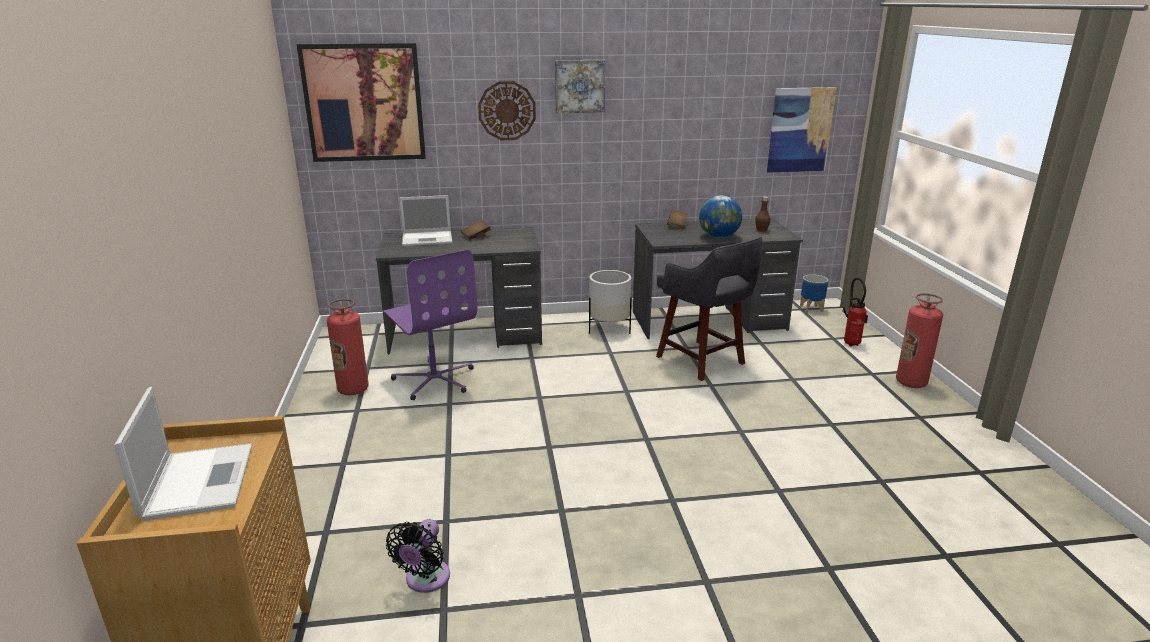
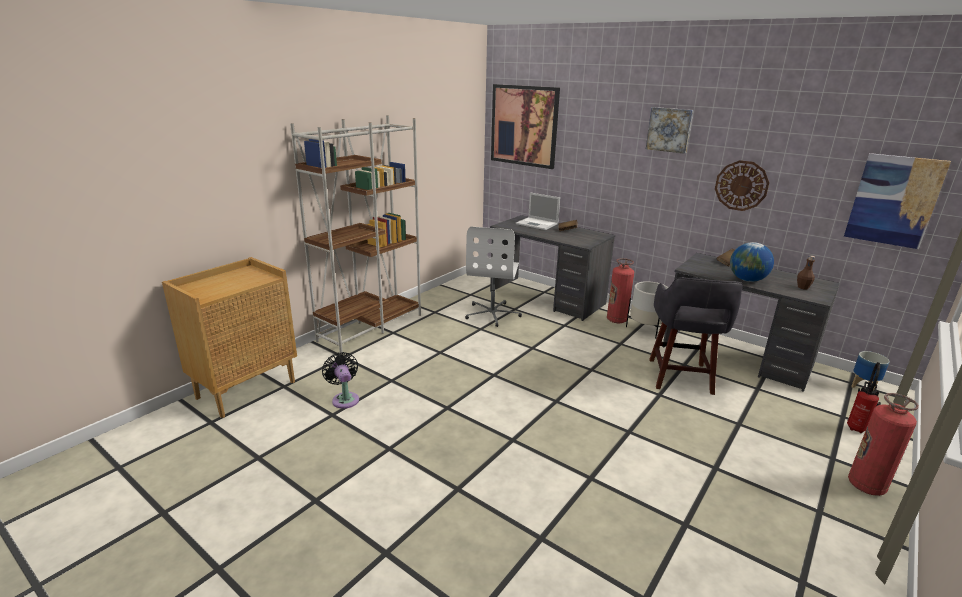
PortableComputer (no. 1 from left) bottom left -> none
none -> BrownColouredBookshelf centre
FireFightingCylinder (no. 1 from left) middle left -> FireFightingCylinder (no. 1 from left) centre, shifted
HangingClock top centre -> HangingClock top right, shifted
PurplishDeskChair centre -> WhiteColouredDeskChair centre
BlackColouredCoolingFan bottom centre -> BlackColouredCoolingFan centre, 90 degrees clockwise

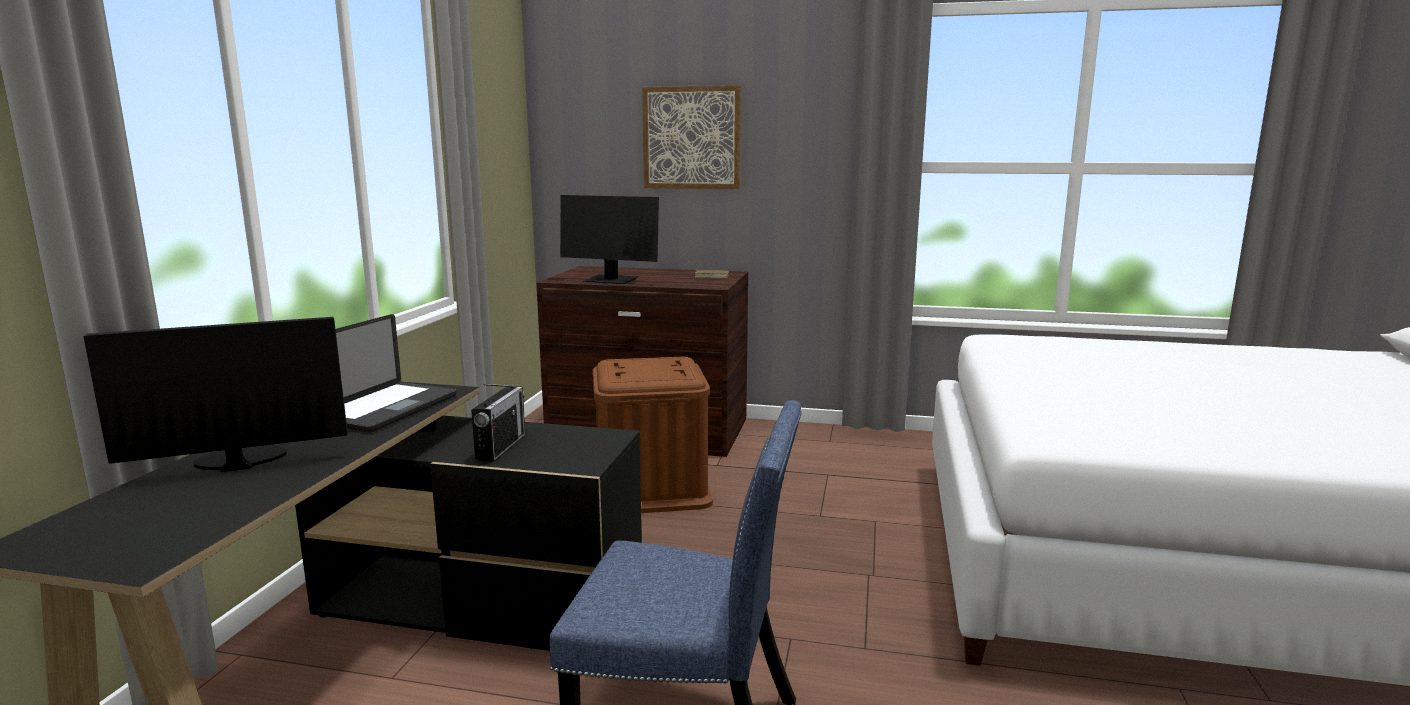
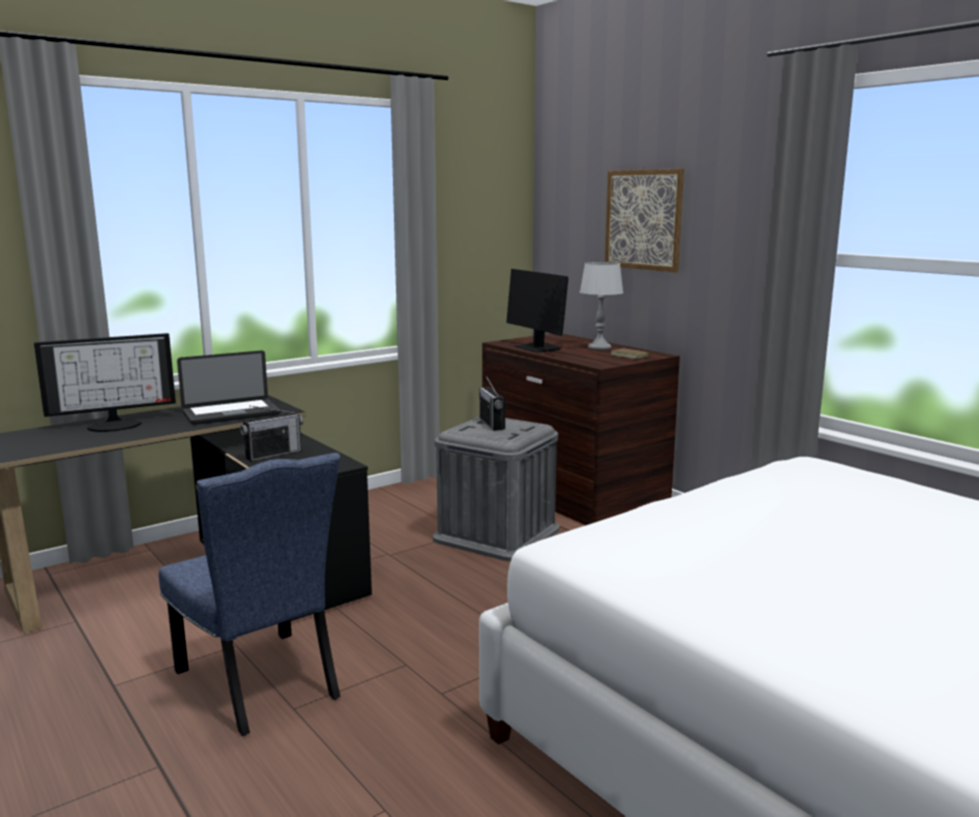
none -> RadioSet (no. 2 from left) centre
none -> GreyishLampForATable centre
BrownColouredStorageBox centre -> GreyishStorageBox centre
Monitor (no. 1 from left) middle left, 135 degrees clockwise

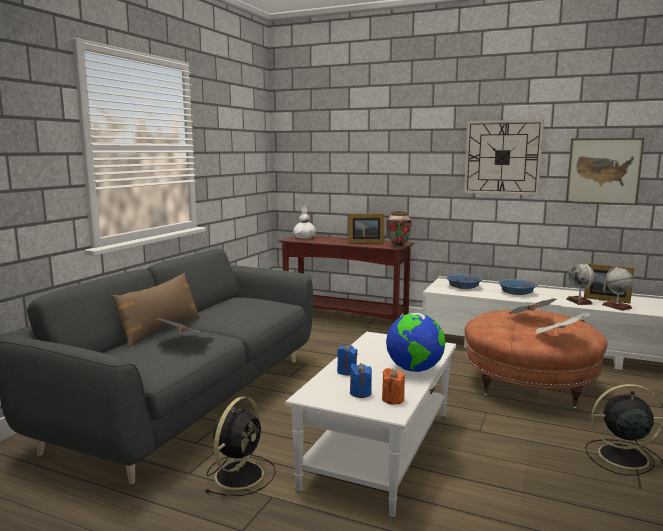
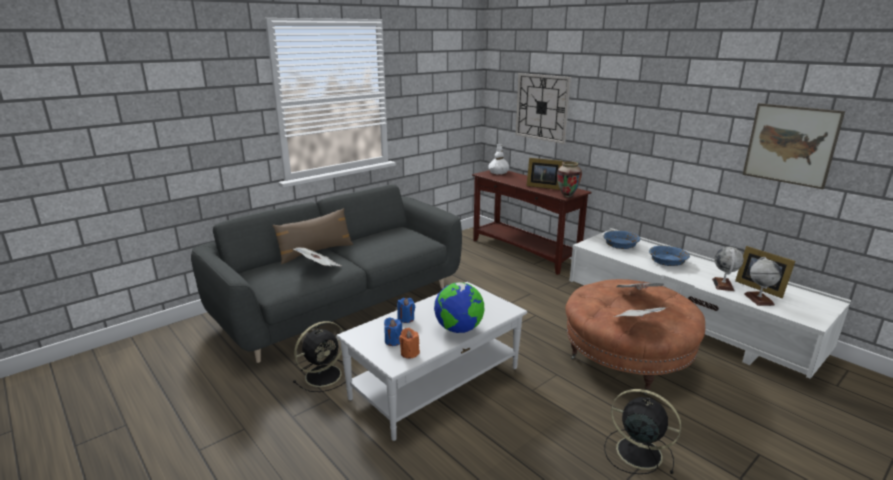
HangingClock top right -> HangingClock top centre, shifted

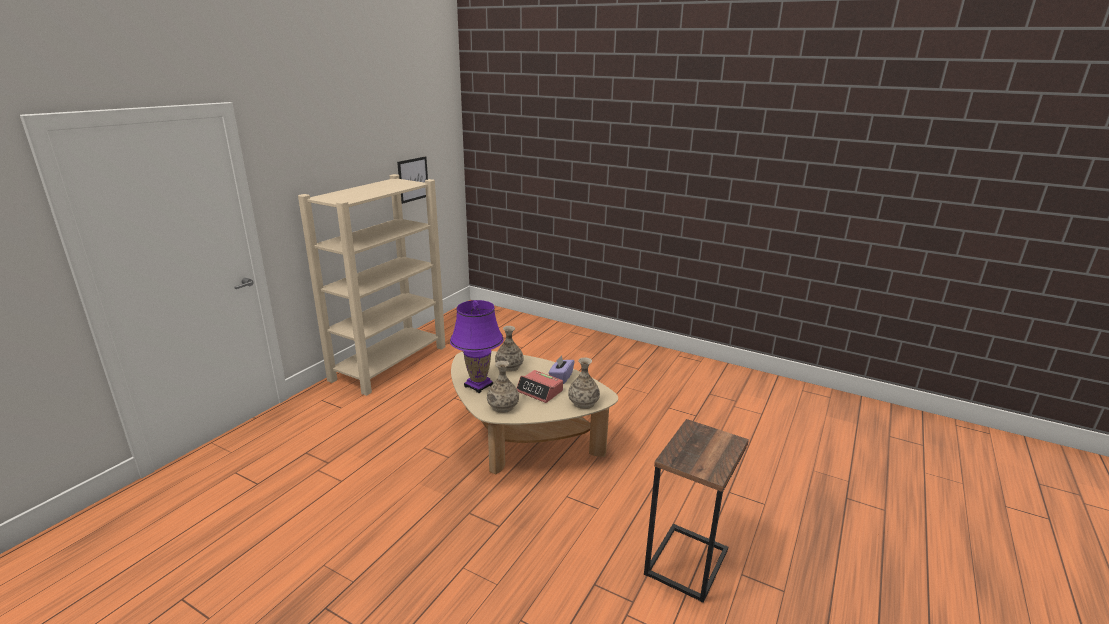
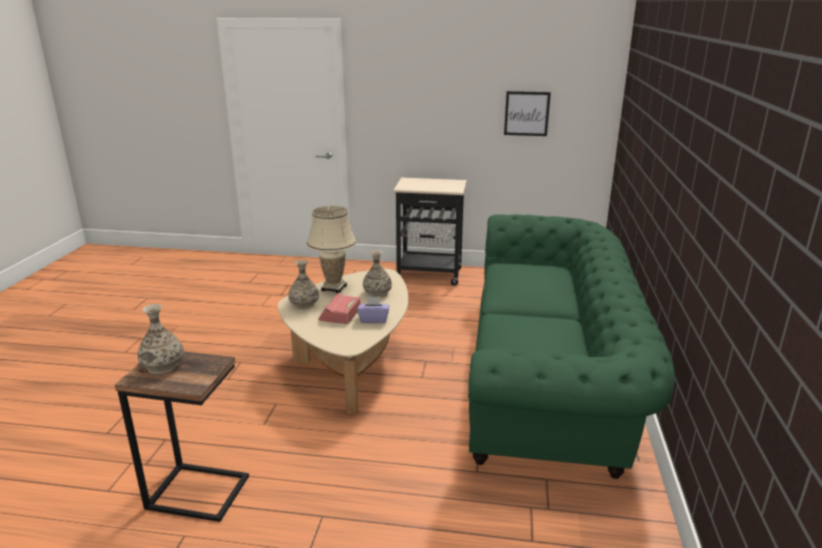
none -> GreenColouredSettee middle right
Vase (no. 3 from left in the first image) centre -> Vase (no. 1 from left) middle left, shifted
SandColouredBookshelf centre -> Cart centre
PurplishLampForATable centre -> SandColouredLampForATable centre

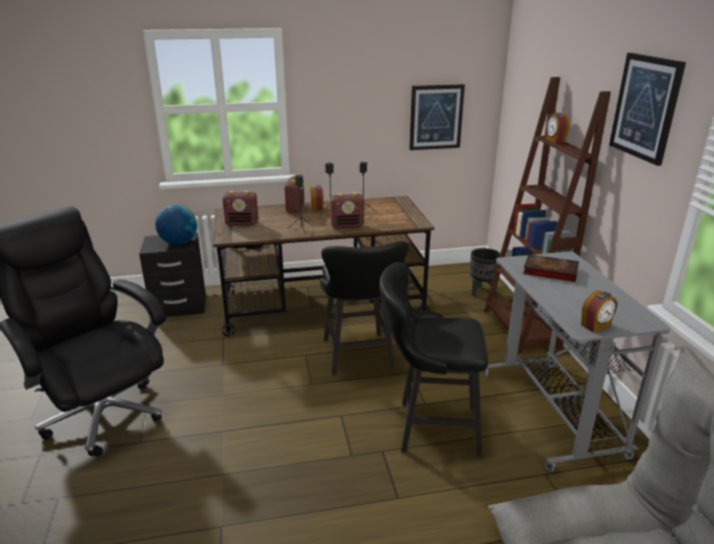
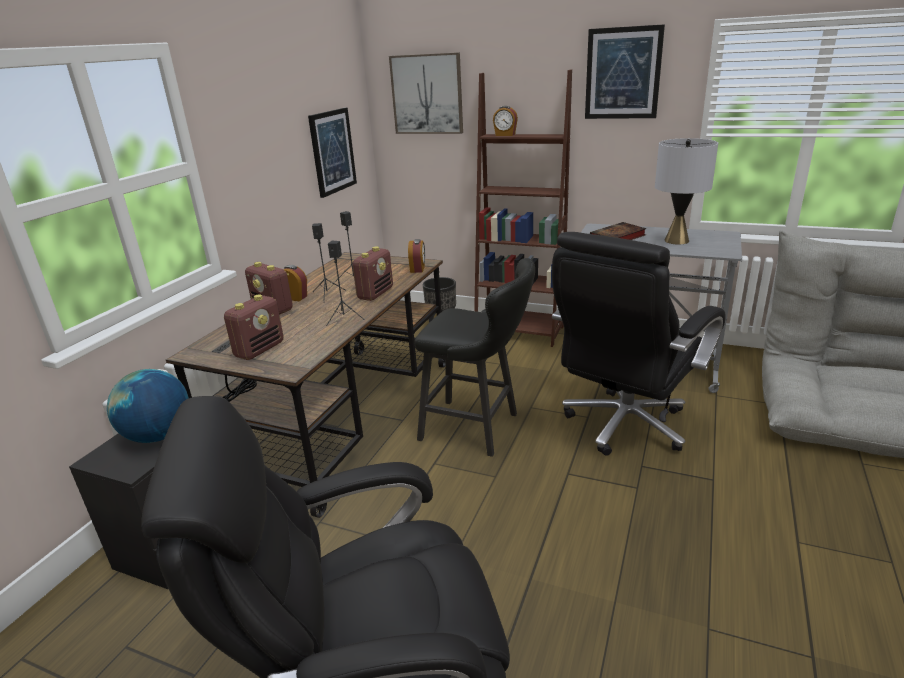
none -> WallPicture (no. 2 from left) top centre
none -> GreyishLampForATable top right
AlarmClock (no. 3 from left in the first image) middle right -> AlarmClock (no. 2 from left) centre, shifted
BlackColouredStoolSeat (no. 2 from left) centre -> BlackColouredDeskChair (no. 2 from left) middle right

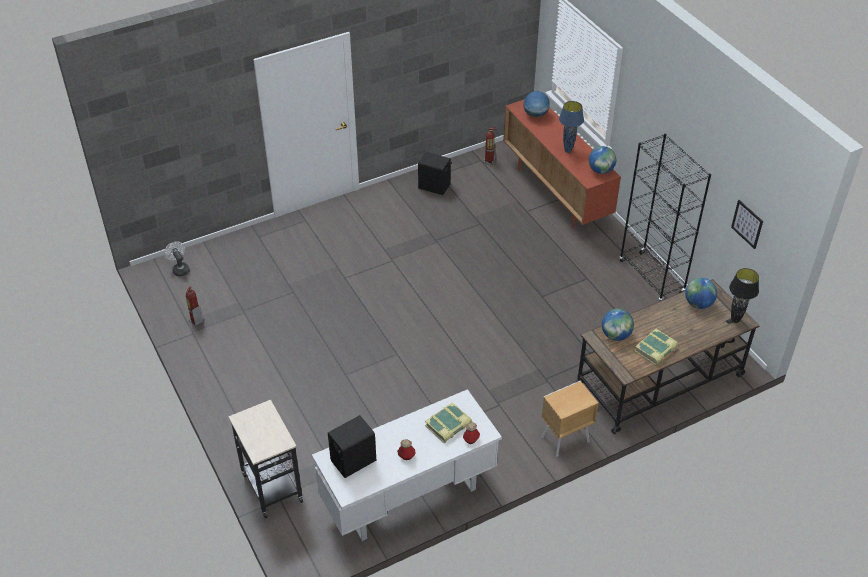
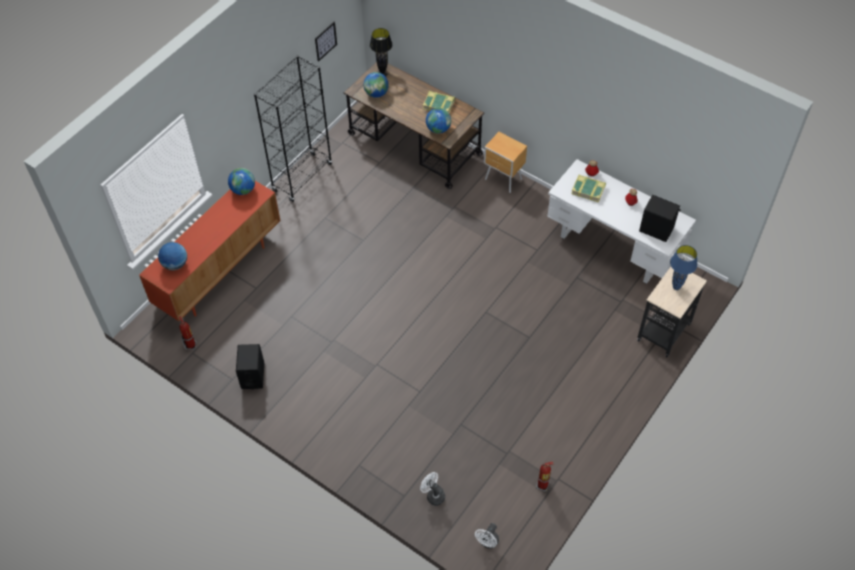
none -> WhiteColouredCoolingFan (no. 1 from left) bottom centre
BluishLampForATable top centre -> BluishLampForATable middle right, shifted

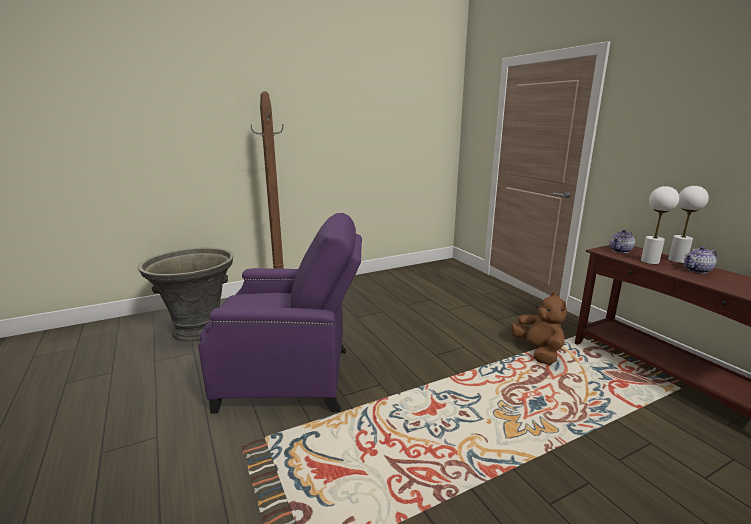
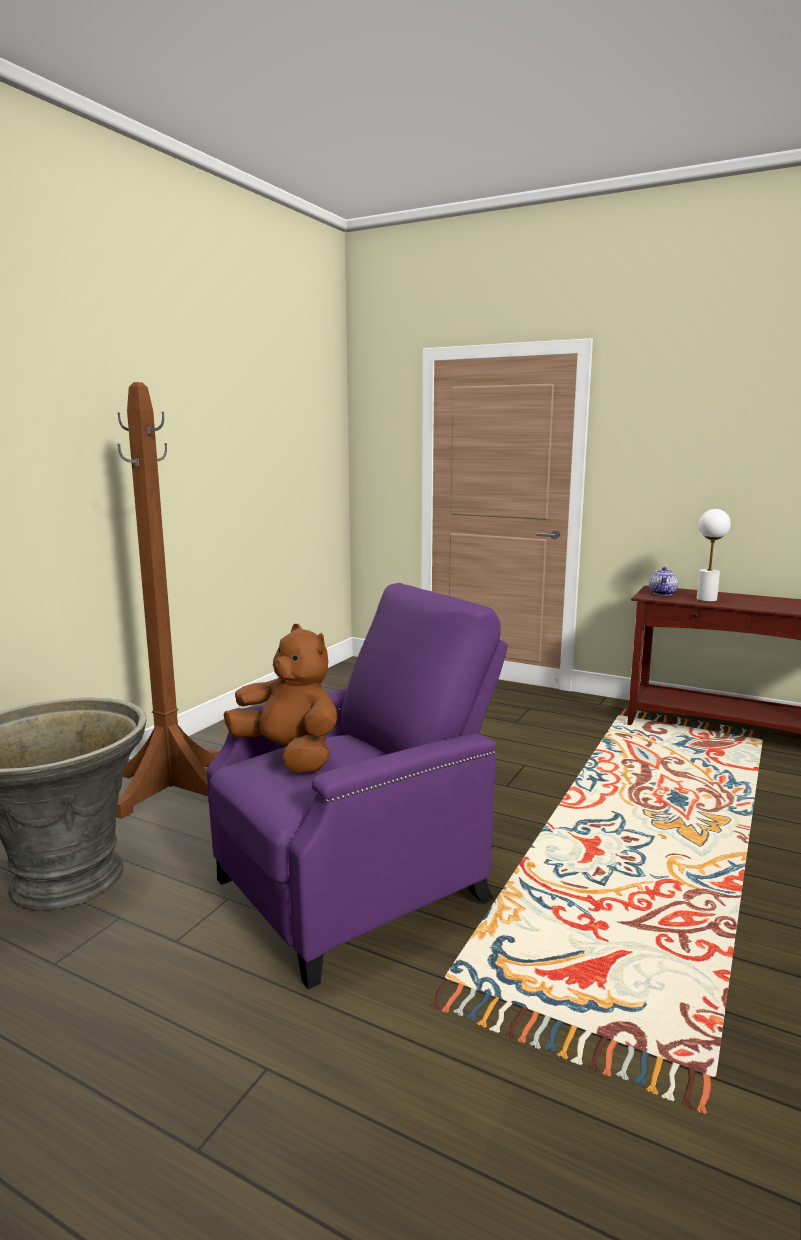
WhiteColouredLampForATable (no. 2 from left) middle right -> none
Teapot (no. 2 from left) middle right -> none
BrownColouredPlushToy middle right -> BrownColouredPlushToy centre, shifted

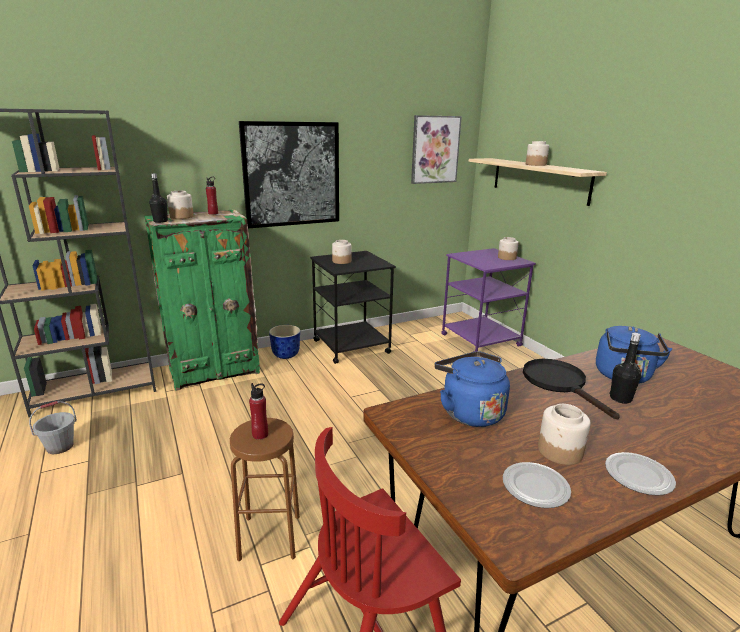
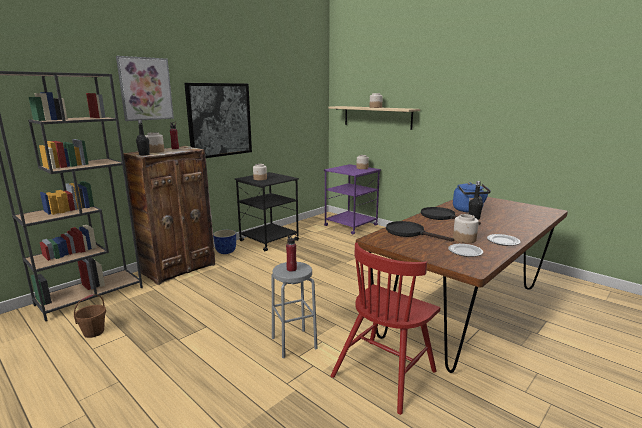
WallPicture (no. 2 from left in the first image) top centre -> WallPicture (no. 1 from left) top left, shifted
BluishKettle (no. 1 from left) centre -> BlackColouredSkillet (no. 1 from left) centre
GreyishPail bottom left -> BrownColouredPail bottom left
GreenColouredCupboard middle left -> BrownColouredCupboard middle left
BrownColouredStoolSeat bottom centre -> GreyishStoolSeat bottom centre

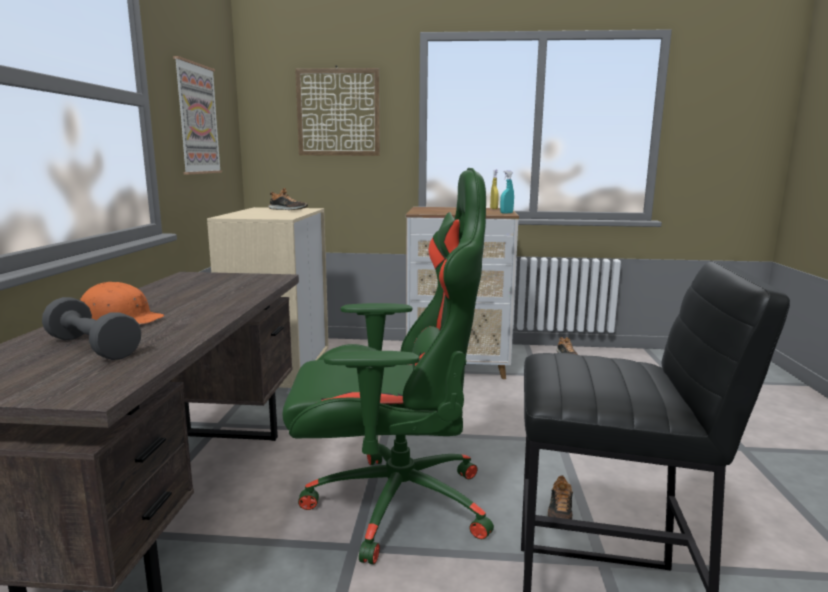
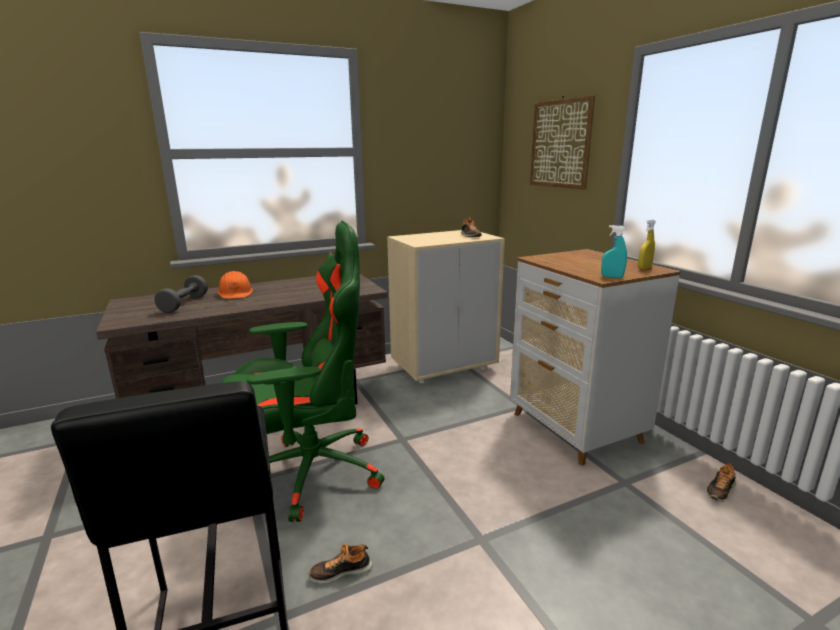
WallPicture (no. 1 from left) top left -> none
GreenColouredDeskChair centre, 75 degrees counterclockwise

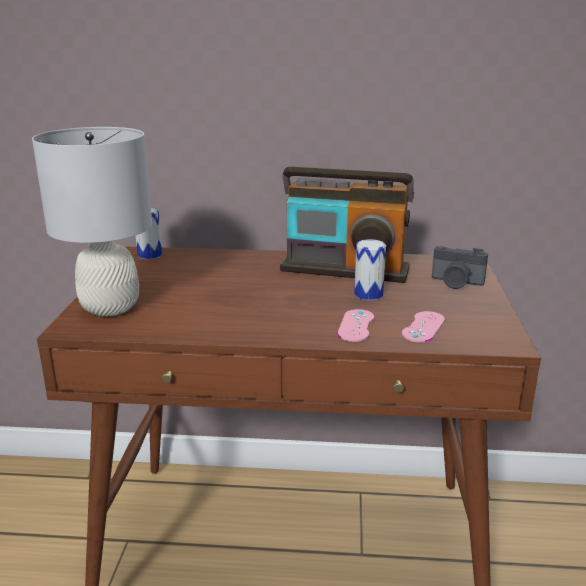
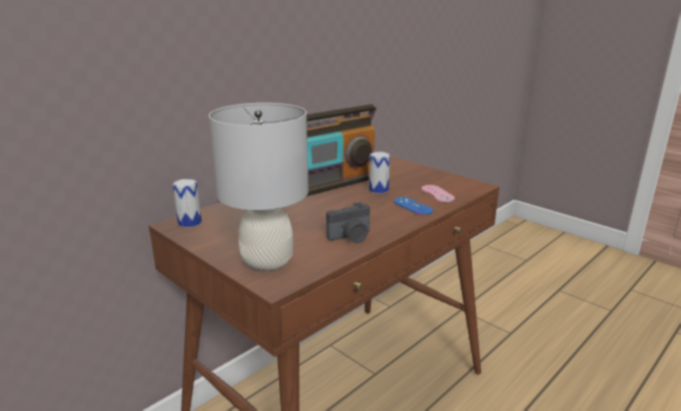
PhotoCamera middle right -> PhotoCamera centre, shifted
PinkGameController (no. 1 from left) centre -> BluishGameController centre

